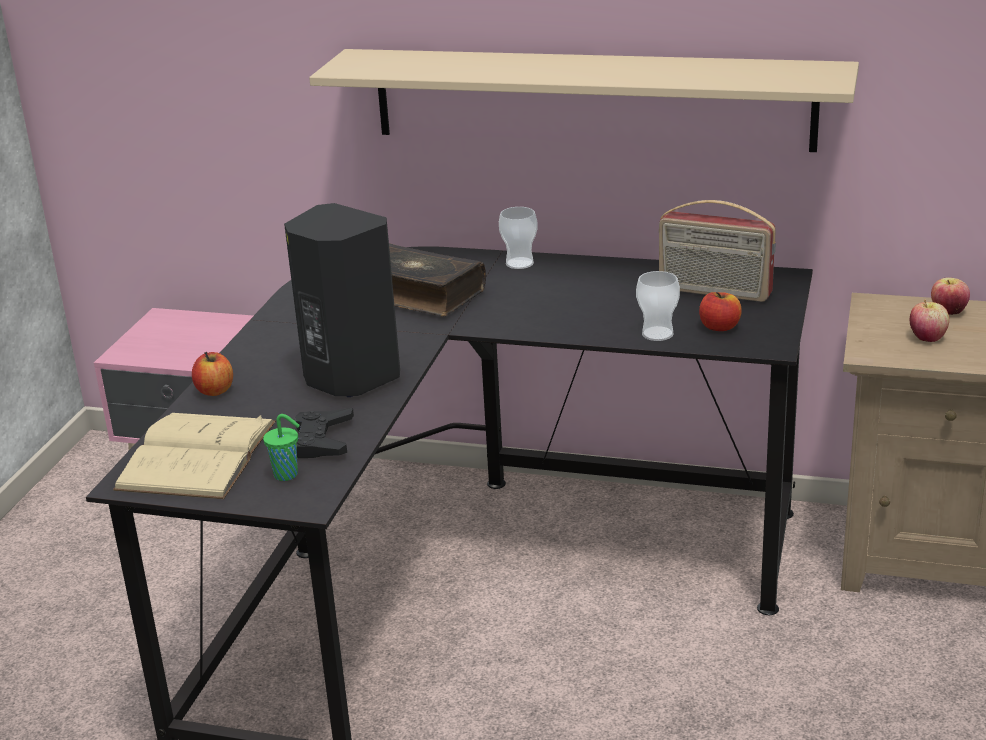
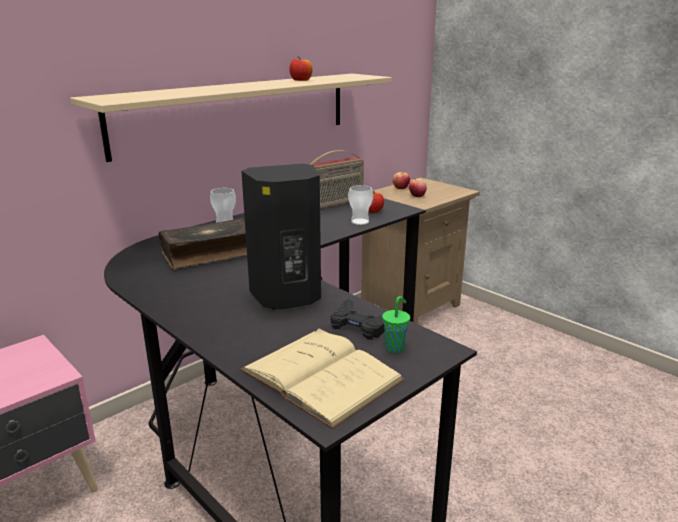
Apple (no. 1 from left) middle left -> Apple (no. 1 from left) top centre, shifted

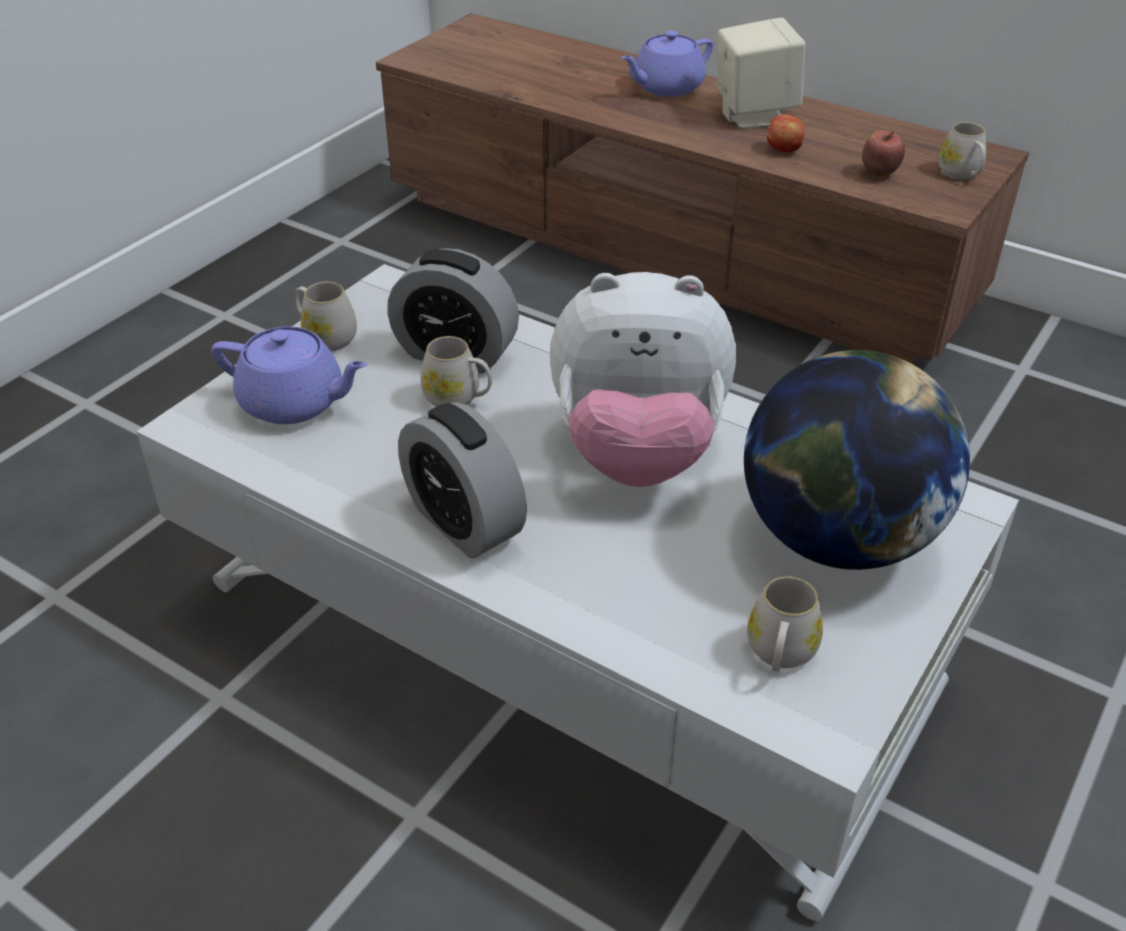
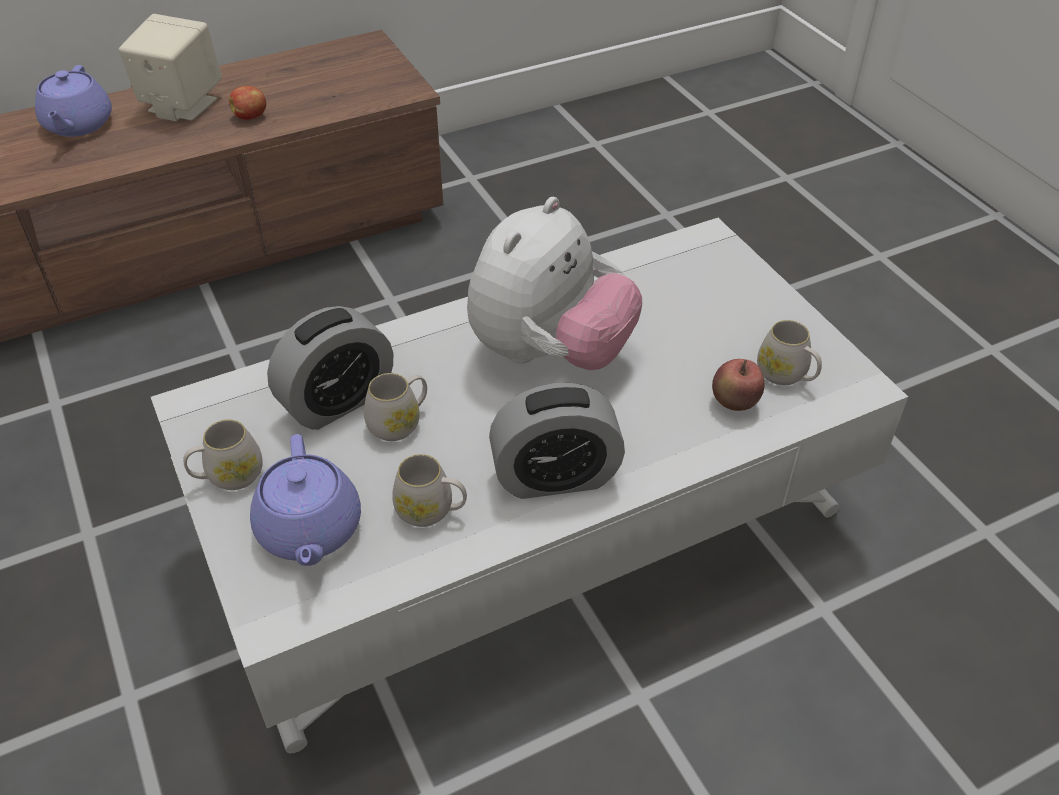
DeskGlobe middle right -> none
Apple (no. 2 from left) top right -> Apple (no. 2 from left) middle right, shifted
WhiteColouredCoffeeMug (no. 4 from left in the first image) top right -> WhiteColouredCoffeeMug (no. 3 from left) centre, shifted
PurplishTeapot (no. 1 from left in the first image) middle left -> PurplishTeapot (no. 2 from left) middle left, 120 degrees clockwise

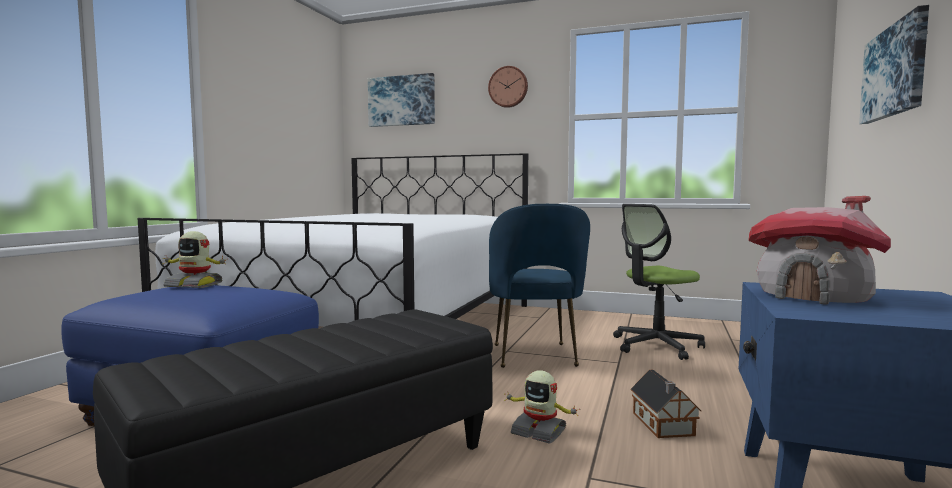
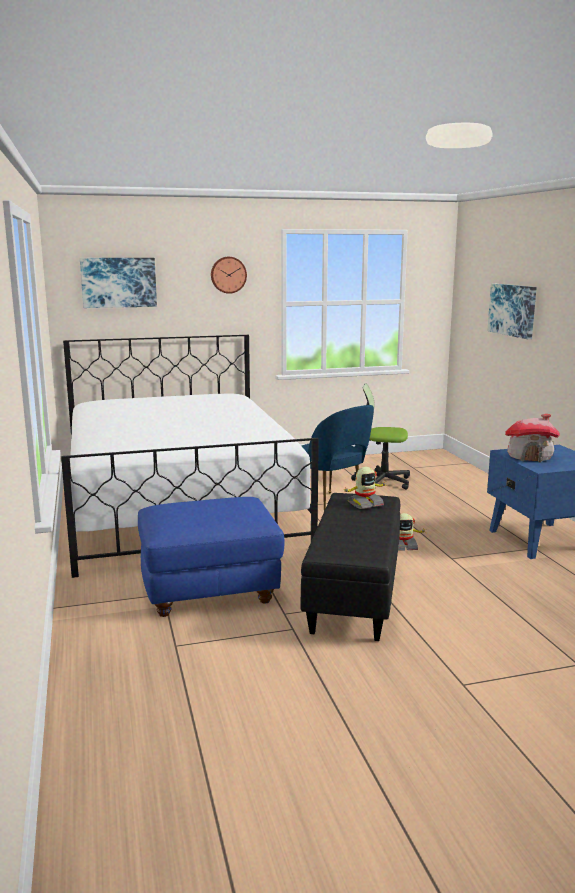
MiniatureHouse (no. 1 from left) bottom right -> none
ToyRobot (no. 1 from left) middle left -> ToyRobot (no. 1 from left) centre, shifted
DeskChair middle right -> DeskChair centre, 75 degrees clockwise

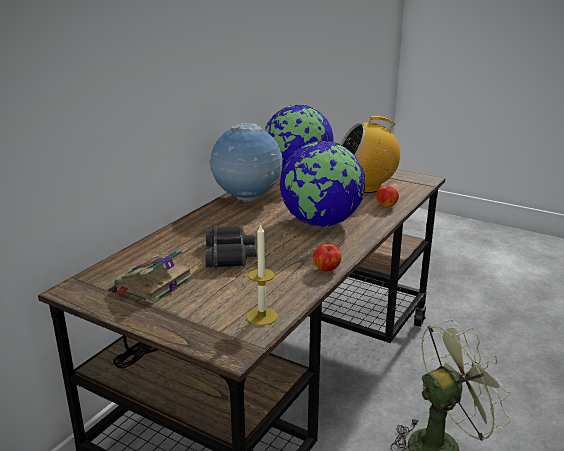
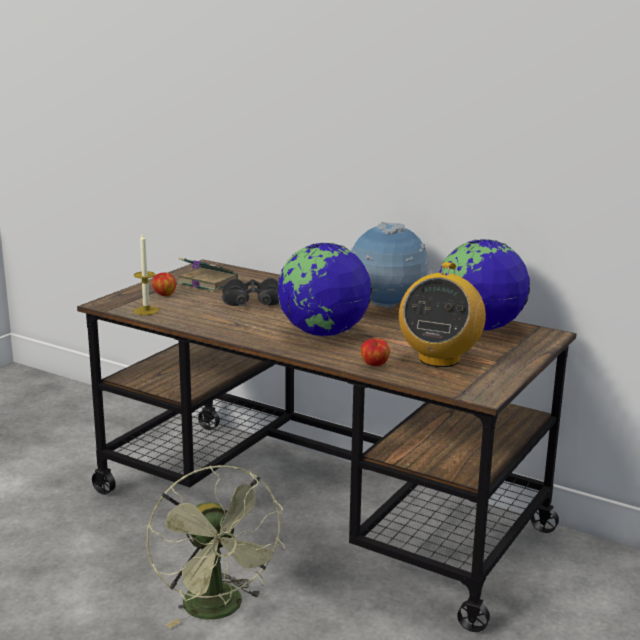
Apple (no. 1 from left) centre -> Apple (no. 1 from left) middle left, shifted
RadioSet centre -> RadioSet middle right, 150 degrees counterclockwise

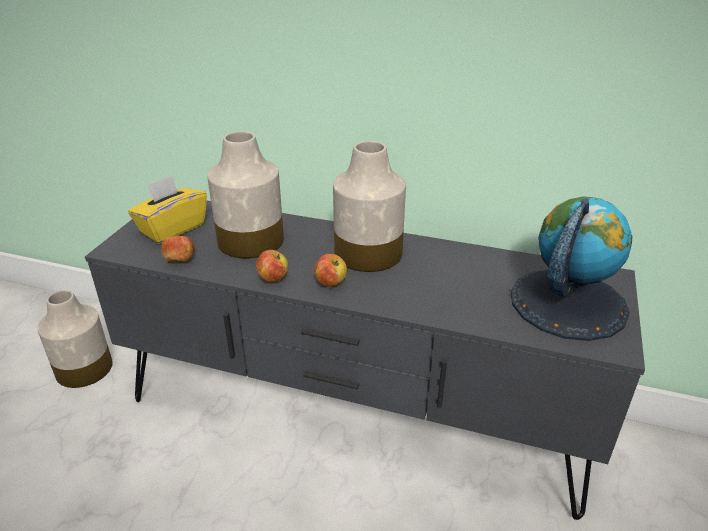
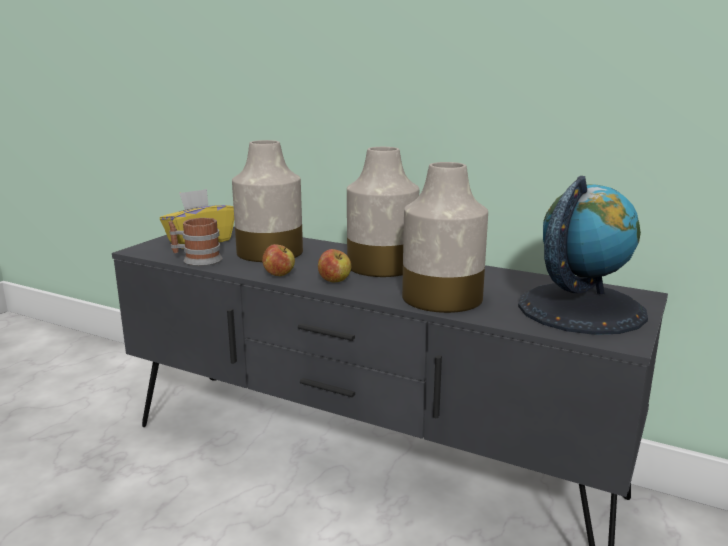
SandColouredVase (no. 1 from left in the first image) middle left -> SandColouredVase (no. 3 from left) centre, shifted
Apple (no. 1 from left) middle left -> CoffeeMug middle left

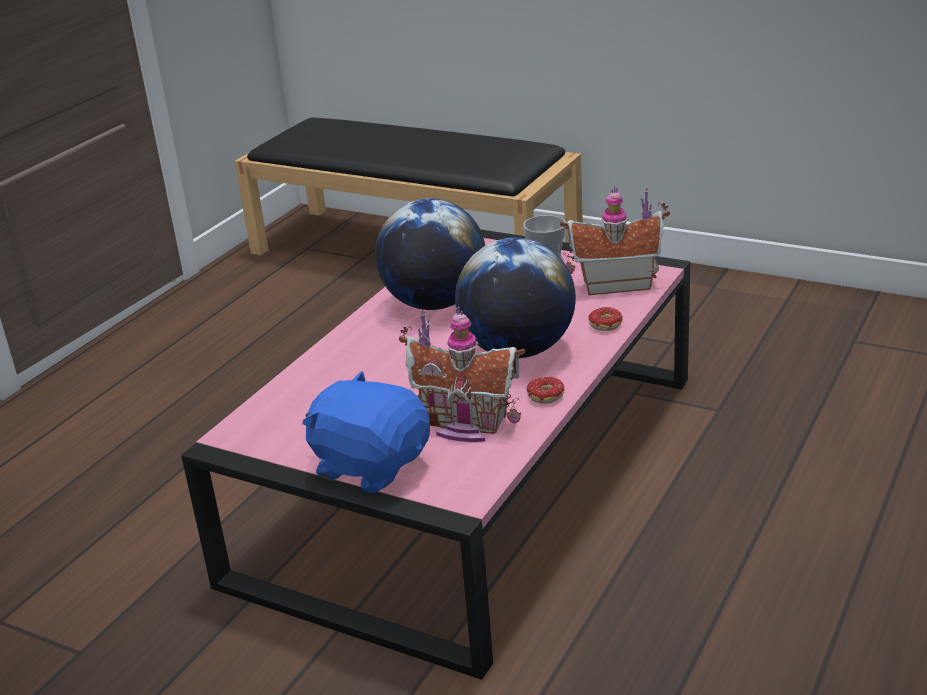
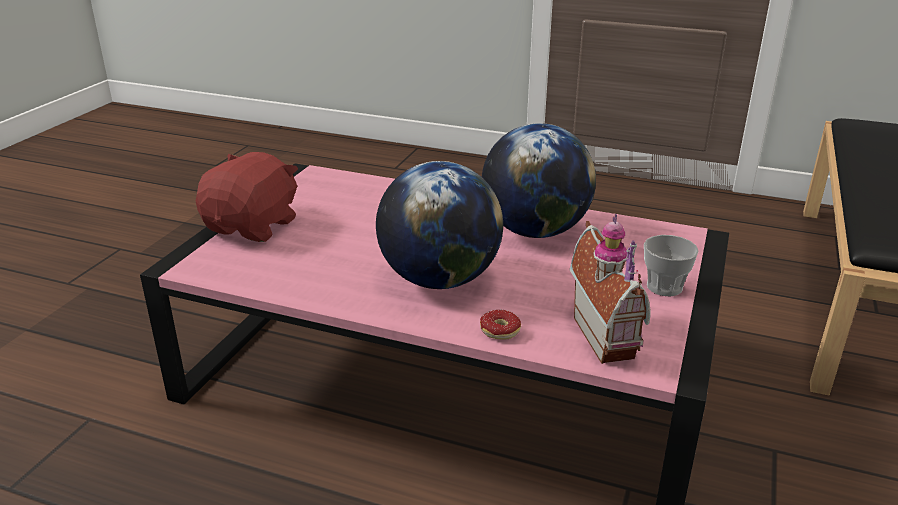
MiniatureHouse (no. 1 from left) centre -> none
Doughnut (no. 1 from left) centre -> none
BluishPlushToy centre -> ReddishPlushToy middle left

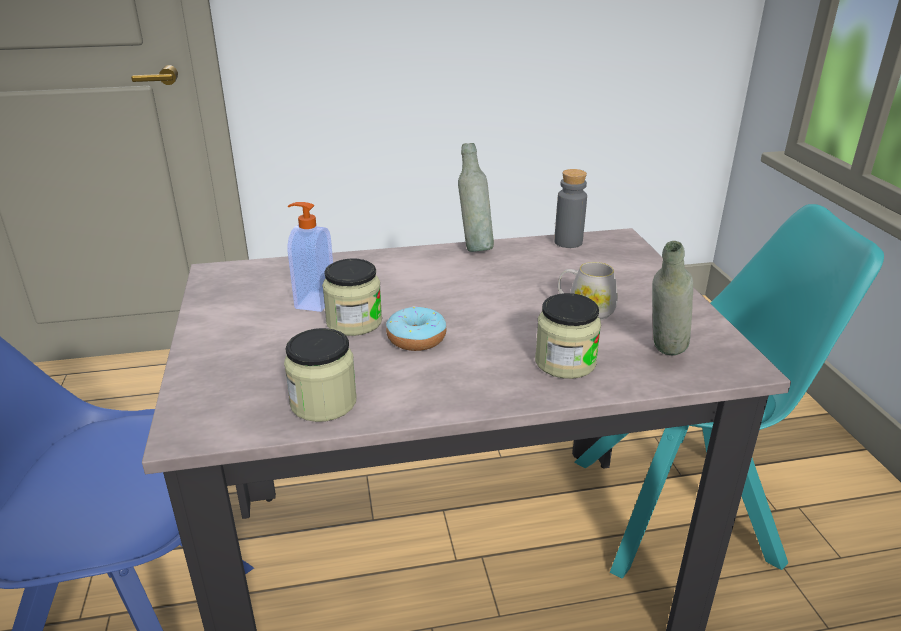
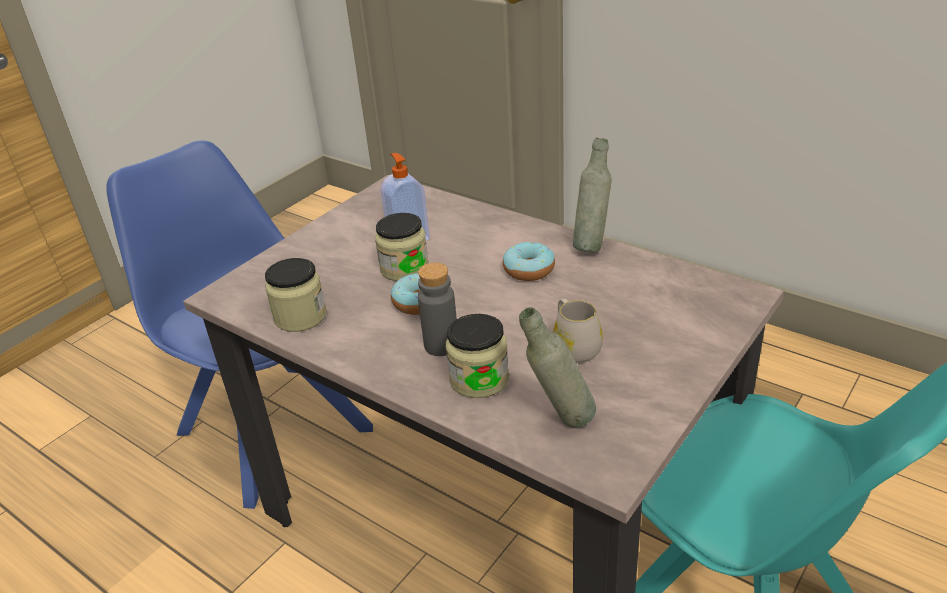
none -> Doughnut (no. 2 from left) centre
GreyishBeverageBottle (no. 2 from left in the first image) top centre -> GreyishBeverageBottle (no. 1 from left) centre, shifted

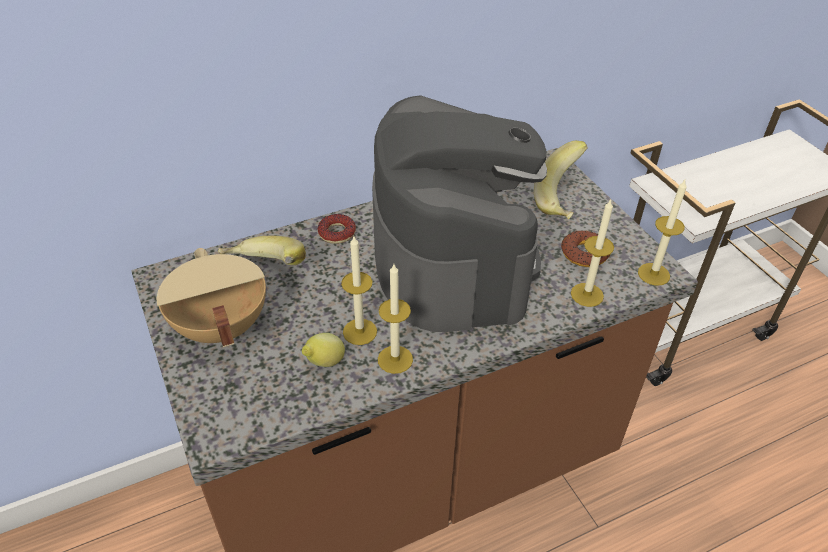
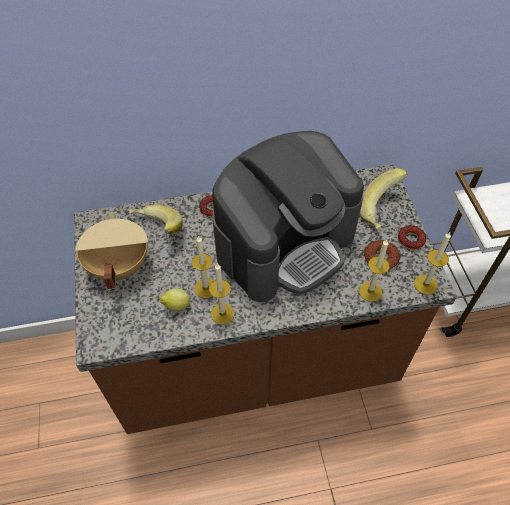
none -> Doughnut (no. 3 from left) middle right
CoffeeMachine centre, 45 degrees clockwise

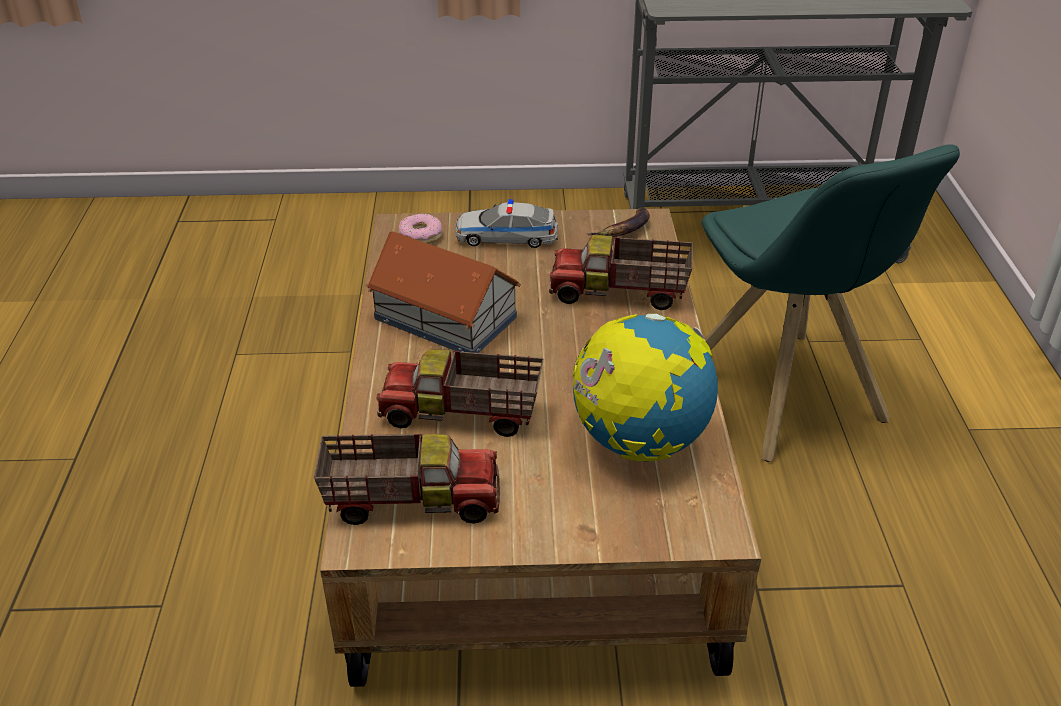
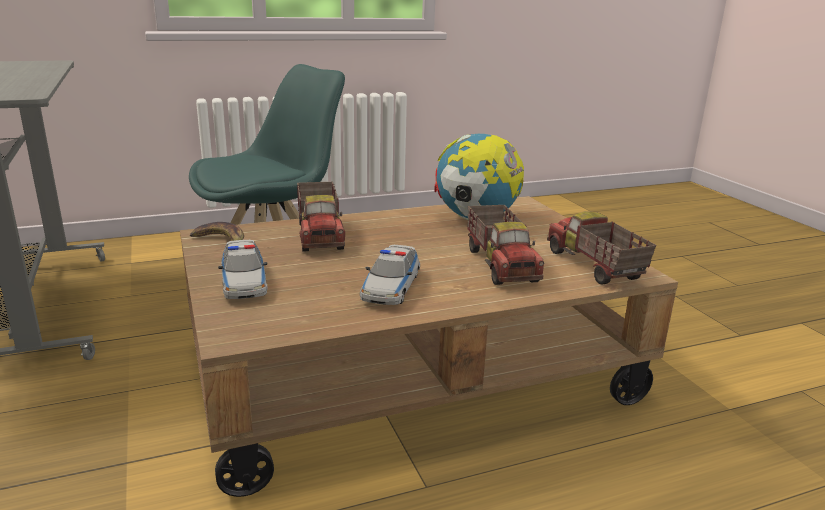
Doughnut top centre -> none
MiniatureHouse centre -> ToyCar (no. 2 from left) centre

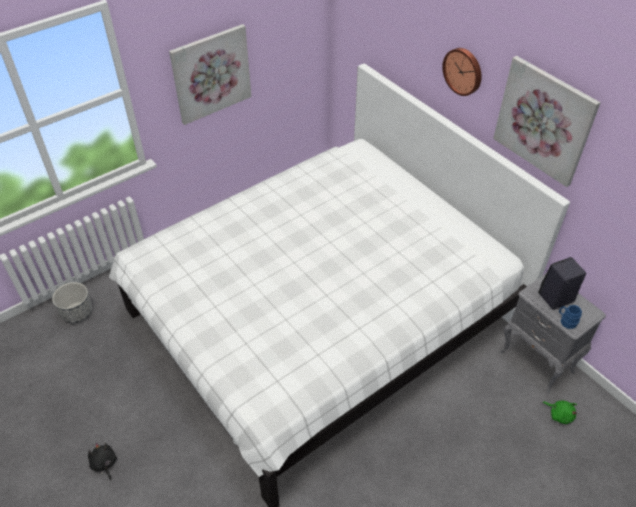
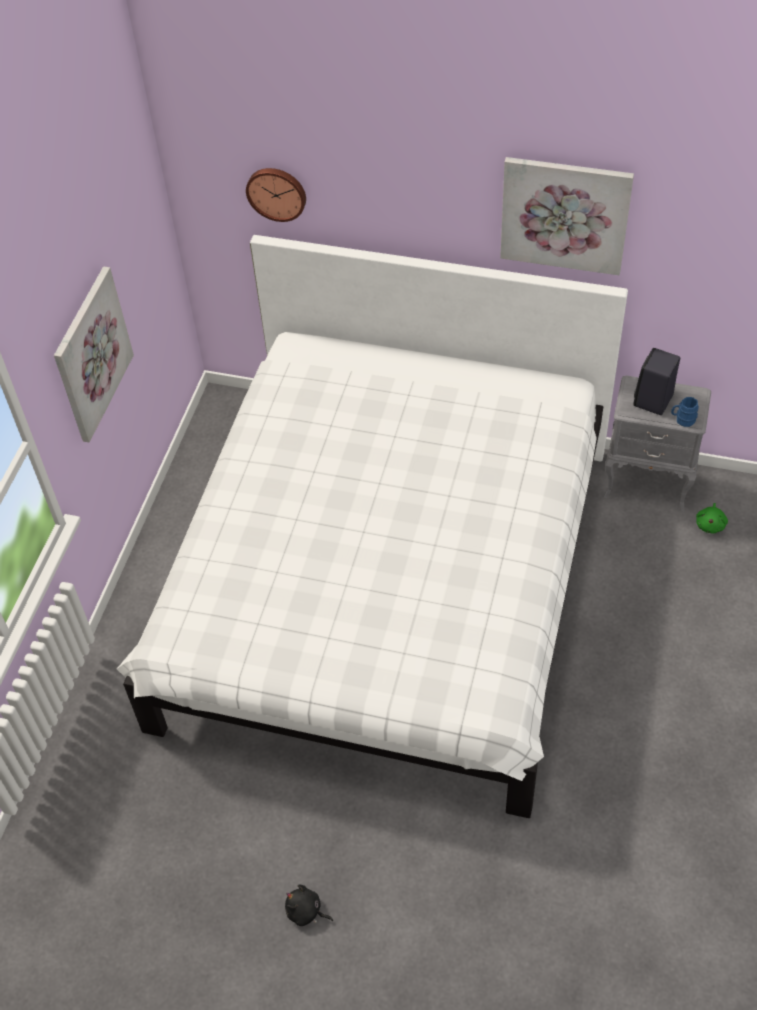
Planter middle left -> none
HangingClock top right -> HangingClock top centre, shifted
GreenColouredPlushToy bottom right -> GreenColouredPlushToy middle right, 105 degrees clockwise

